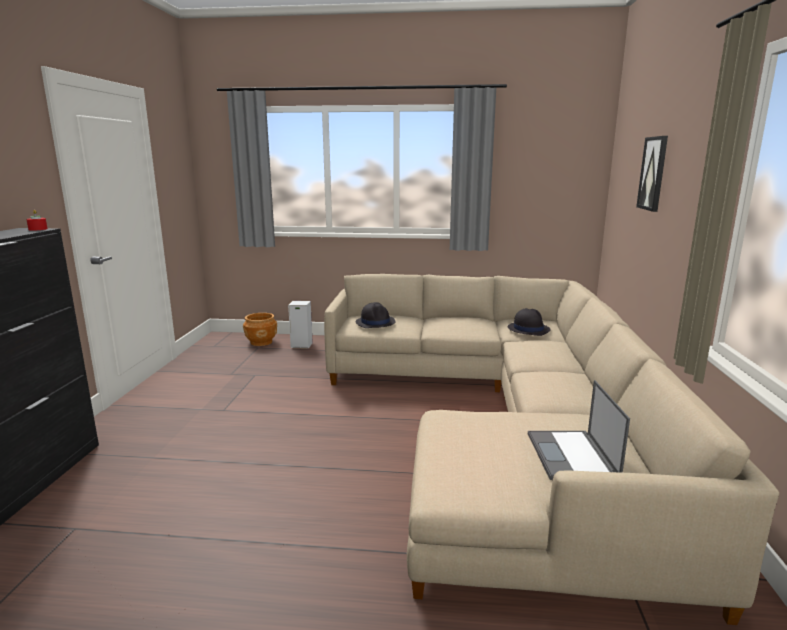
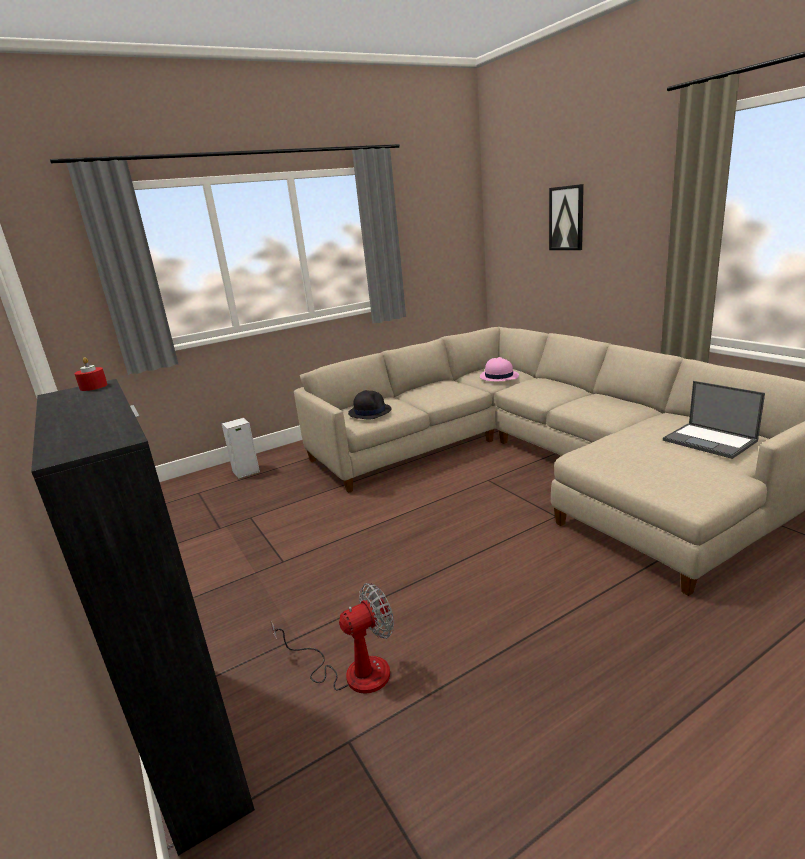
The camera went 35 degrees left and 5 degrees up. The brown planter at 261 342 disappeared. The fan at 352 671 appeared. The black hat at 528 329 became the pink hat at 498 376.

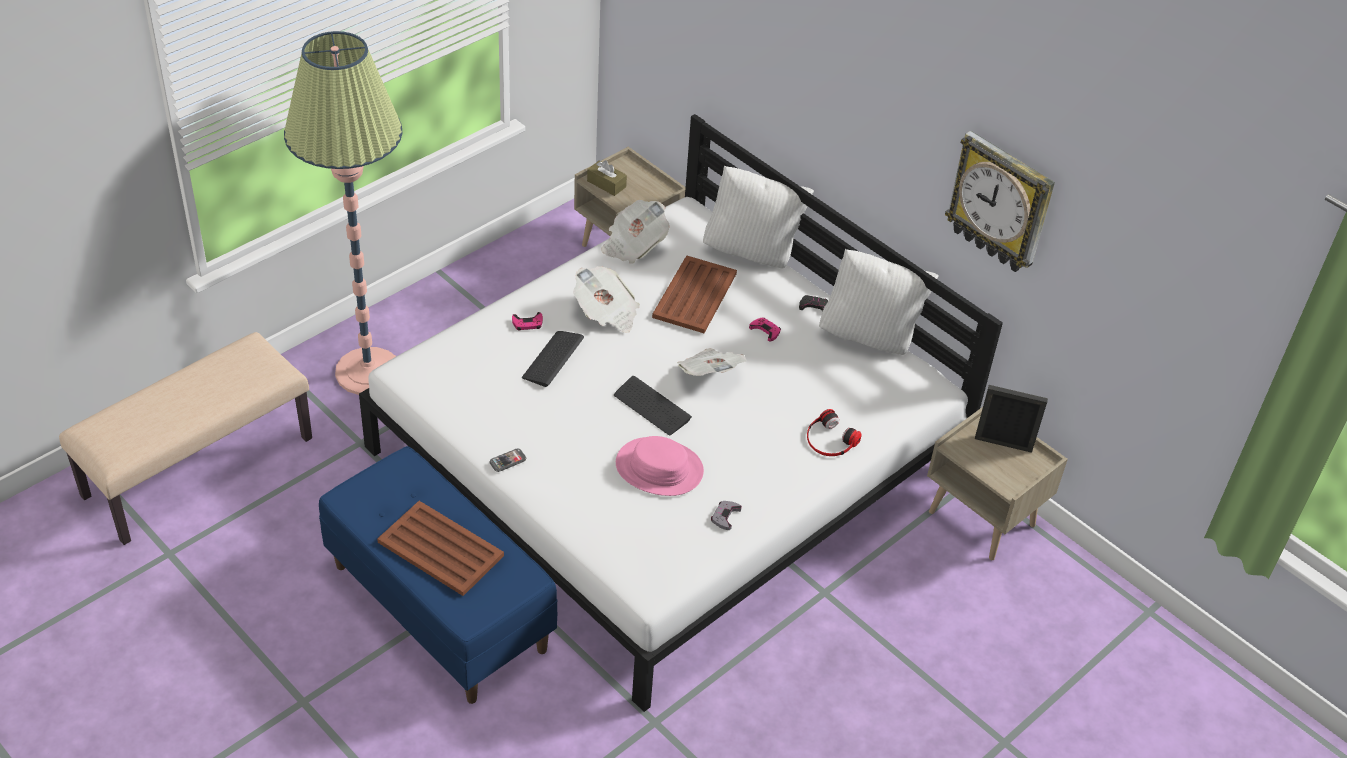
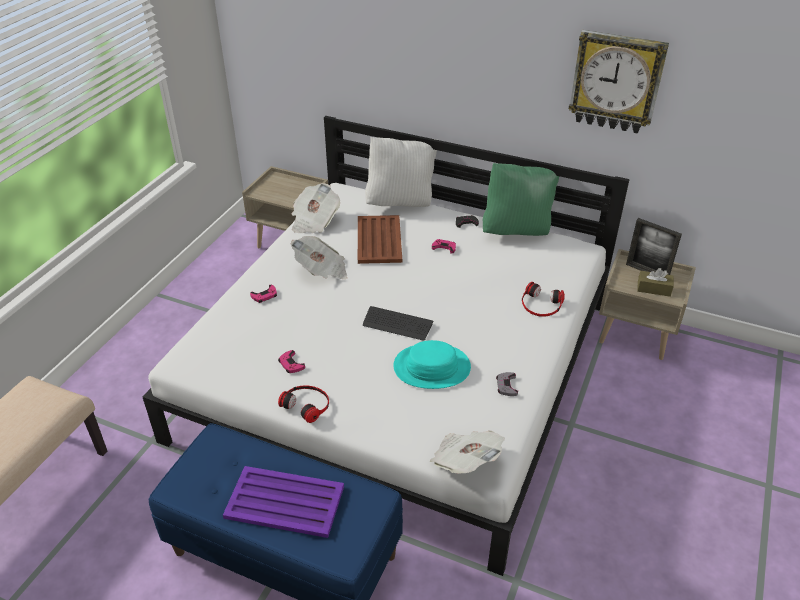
The camera went 20 degrees left and 5 degrees down. The floor lamp at 368 372 disappeared. The keyboard at 553 359 disappeared. The pink game controller at 291 364 appeared. The brown tissue box moved from 606 184 to 653 289. The newspaper moved from 710 374 to 465 461. The phone at 508 461 was replaced by the headphones at 307 404. The brown tray at 441 550 became the purple tray at 286 502. The pink hat at 659 468 became the turquoise hat at 432 367. The white pillow at 870 337 became the green pillow at 517 230. The picture frame at 1003 443 turned 135 degrees counterclockwise.

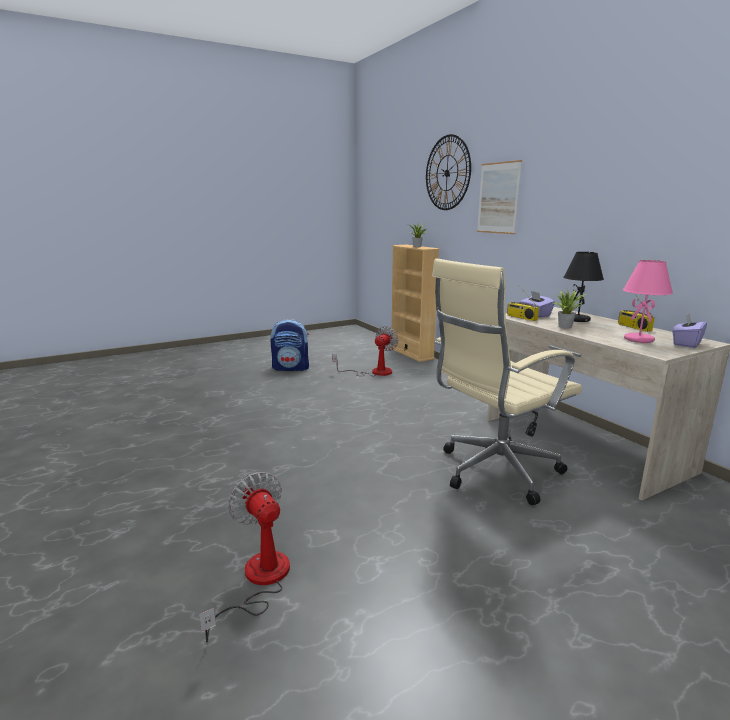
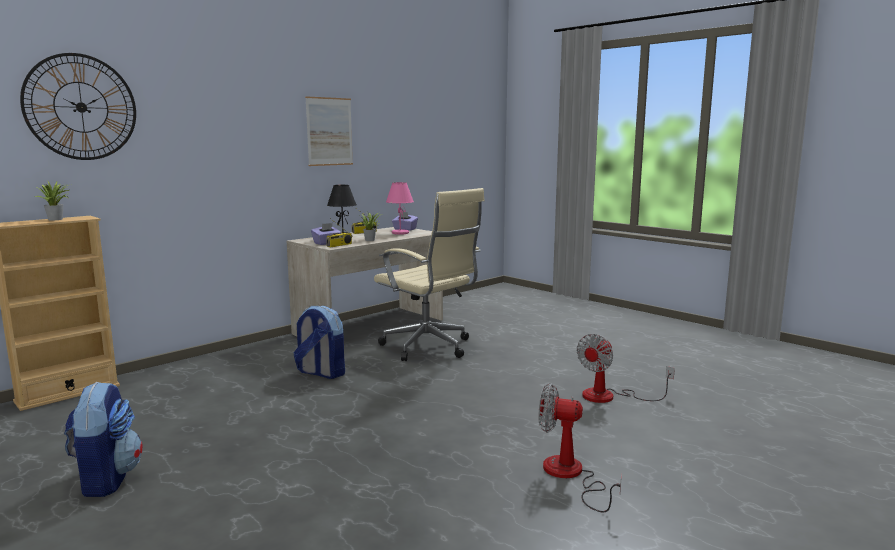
The camera went 105 degrees left and 5 degrees down. The backpack at 321 373 appeared. The fan moved from 374 372 to 570 475. The picture moved from 498 198 to 329 131.

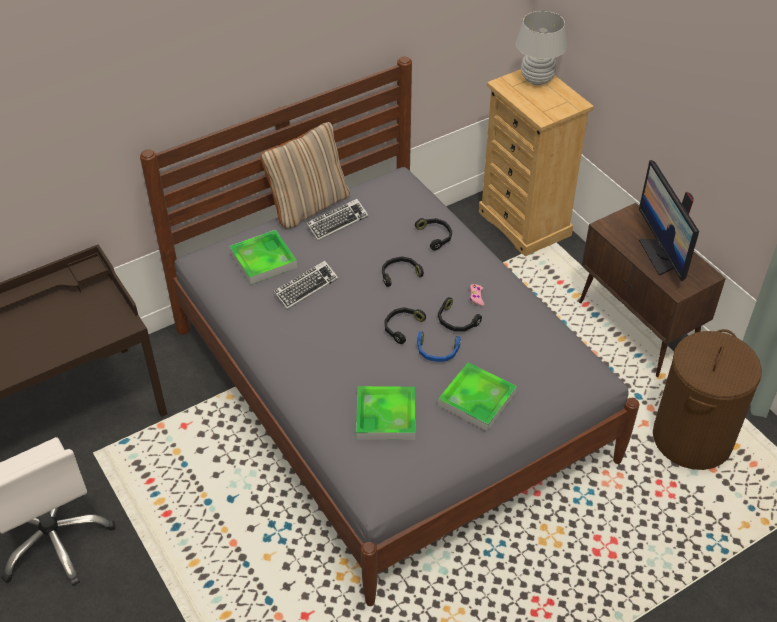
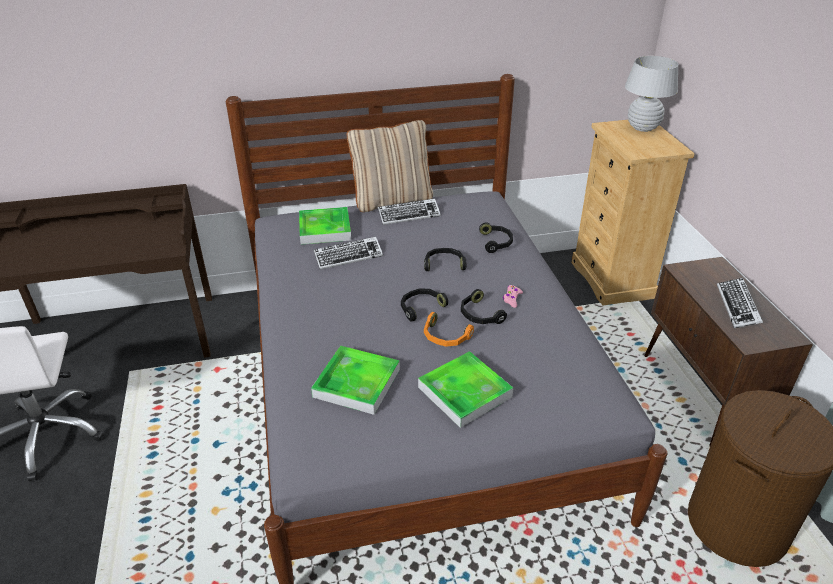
The camera went 20 degrees right and 10 degrees down. The monitor at 661 255 was replaced by the keyboard at 737 306. The blue headphones at 437 352 became the orange headphones at 445 337.

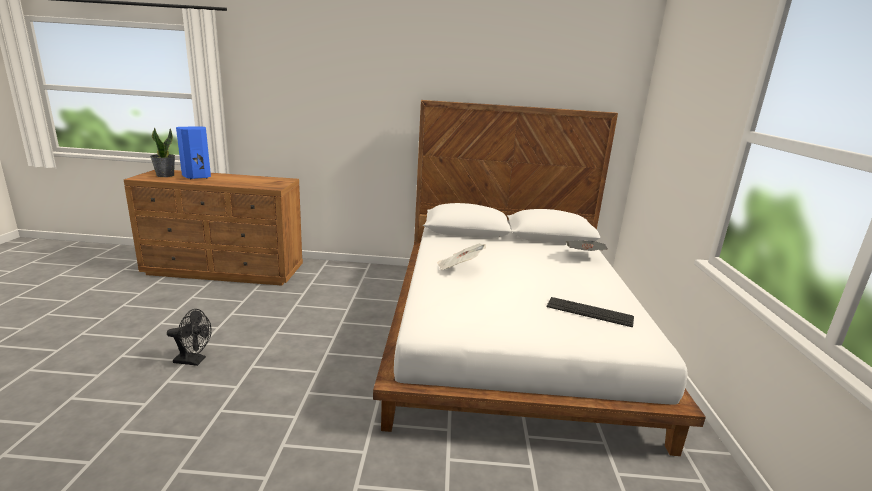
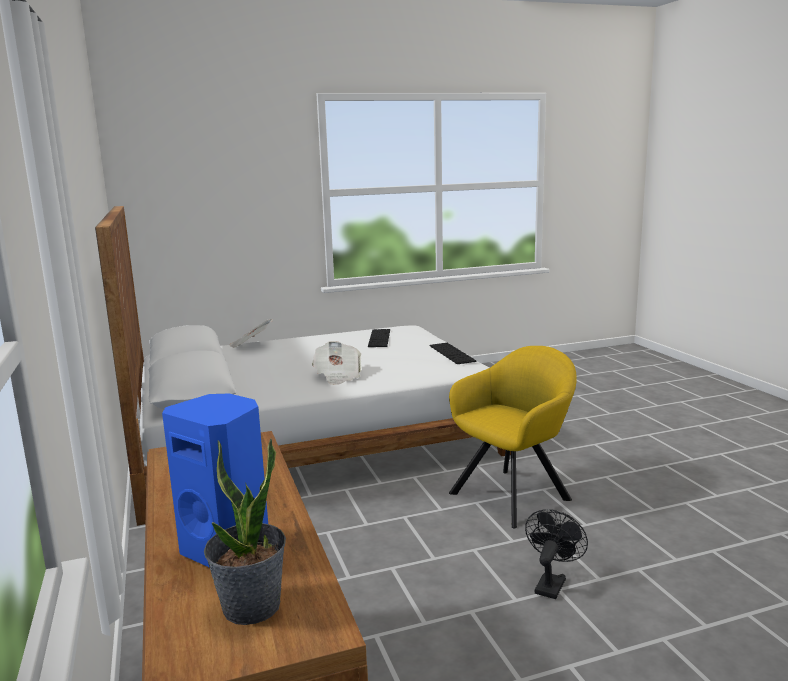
The camera went 110 degrees left and 5 degrees down. The keyboard at 451 353 appeared. The yellow armchair at 514 494 appeared. The black fan at 194 361 turned 45 degrees clockwise.

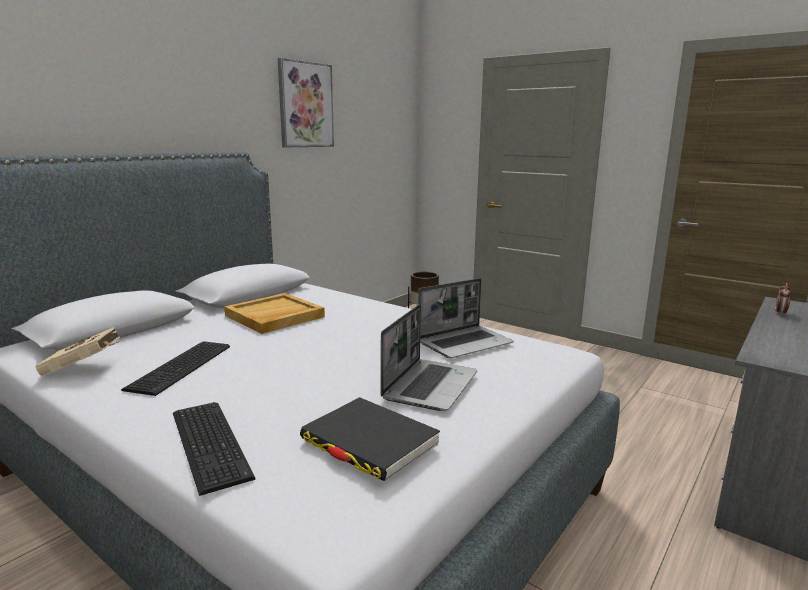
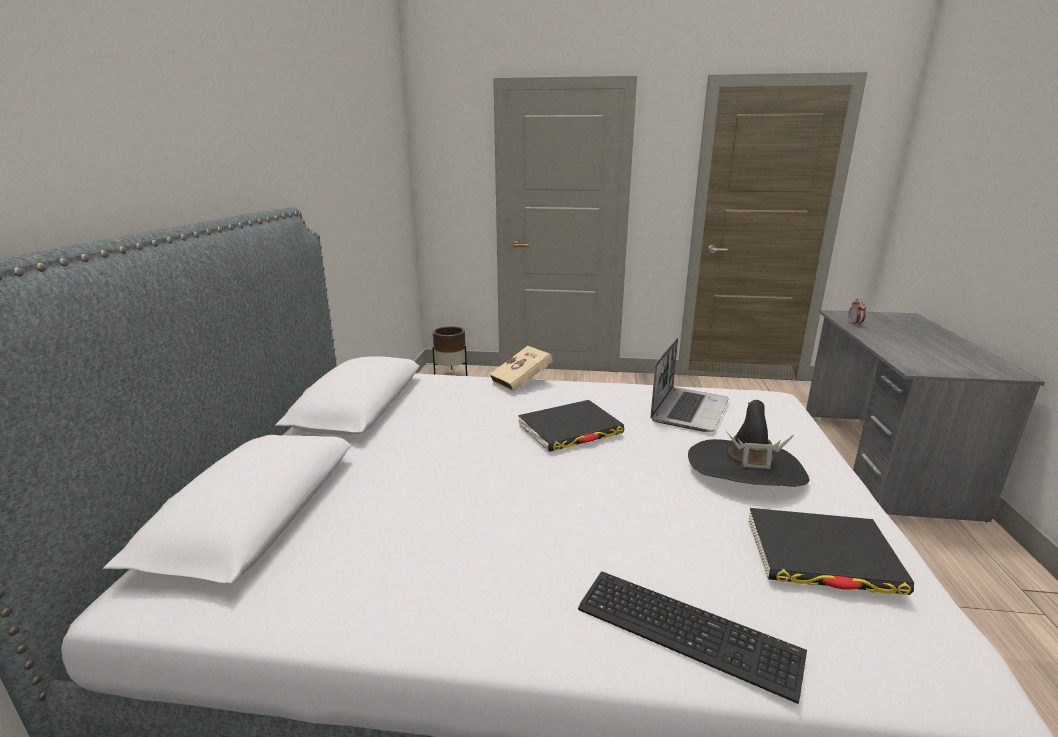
The camera went 30 degrees left and 5 degrees up. The keyboard at 183 366 disappeared. The beige tray at 274 316 disappeared. The picture at 305 105 disappeared. The black book at 570 430 appeared. The beige book moved from 85 368 to 524 382. The laptop at 430 385 was replaced by the black hat at 746 469.

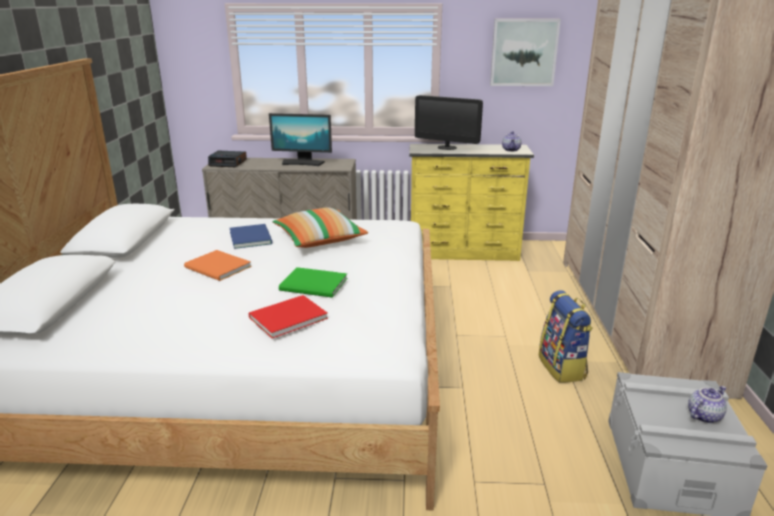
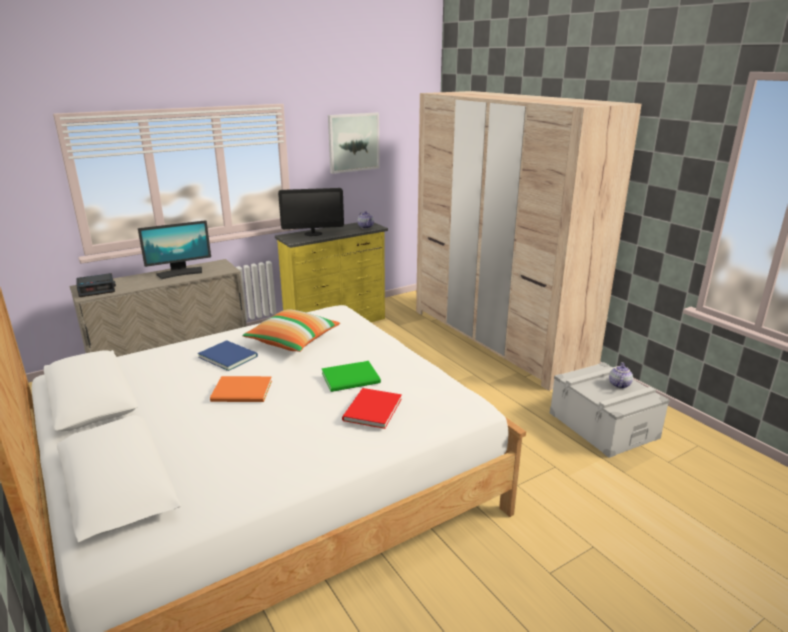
The camera went 35 degrees left and 0 degrees up. The backpack at 562 367 disappeared.

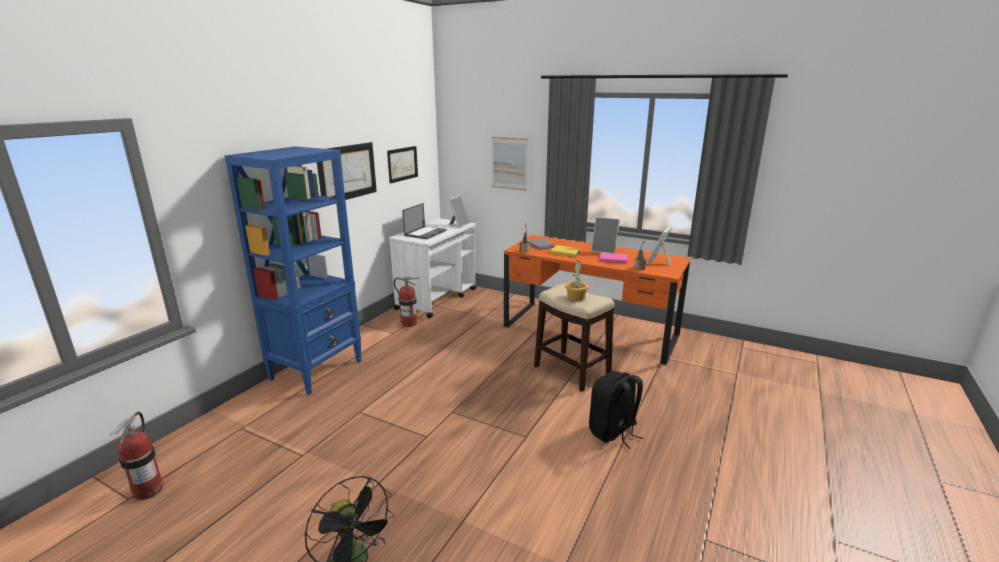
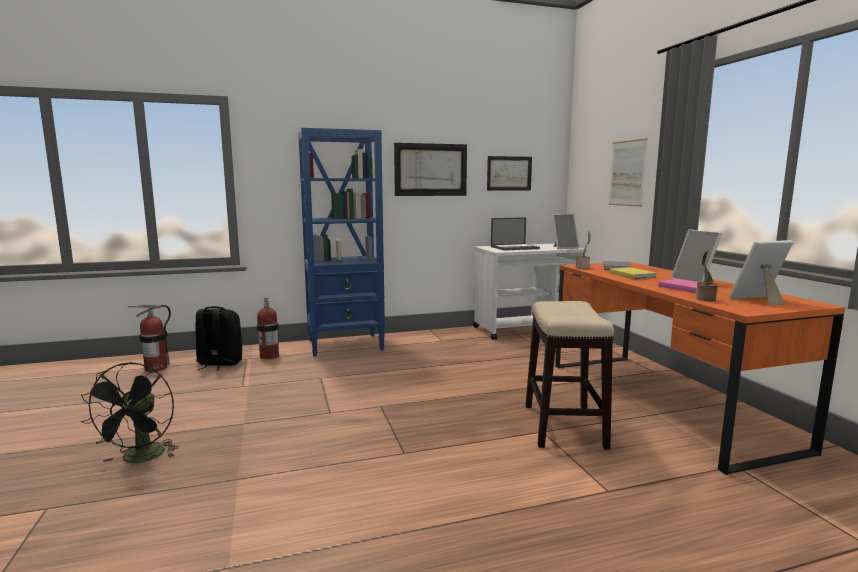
The camera went 45 degrees right and 10 degrees down. The potted plant at 576 297 disappeared. The fire extinguisher moved from 409 323 to 269 356. The black backpack moved from 613 432 to 219 364.

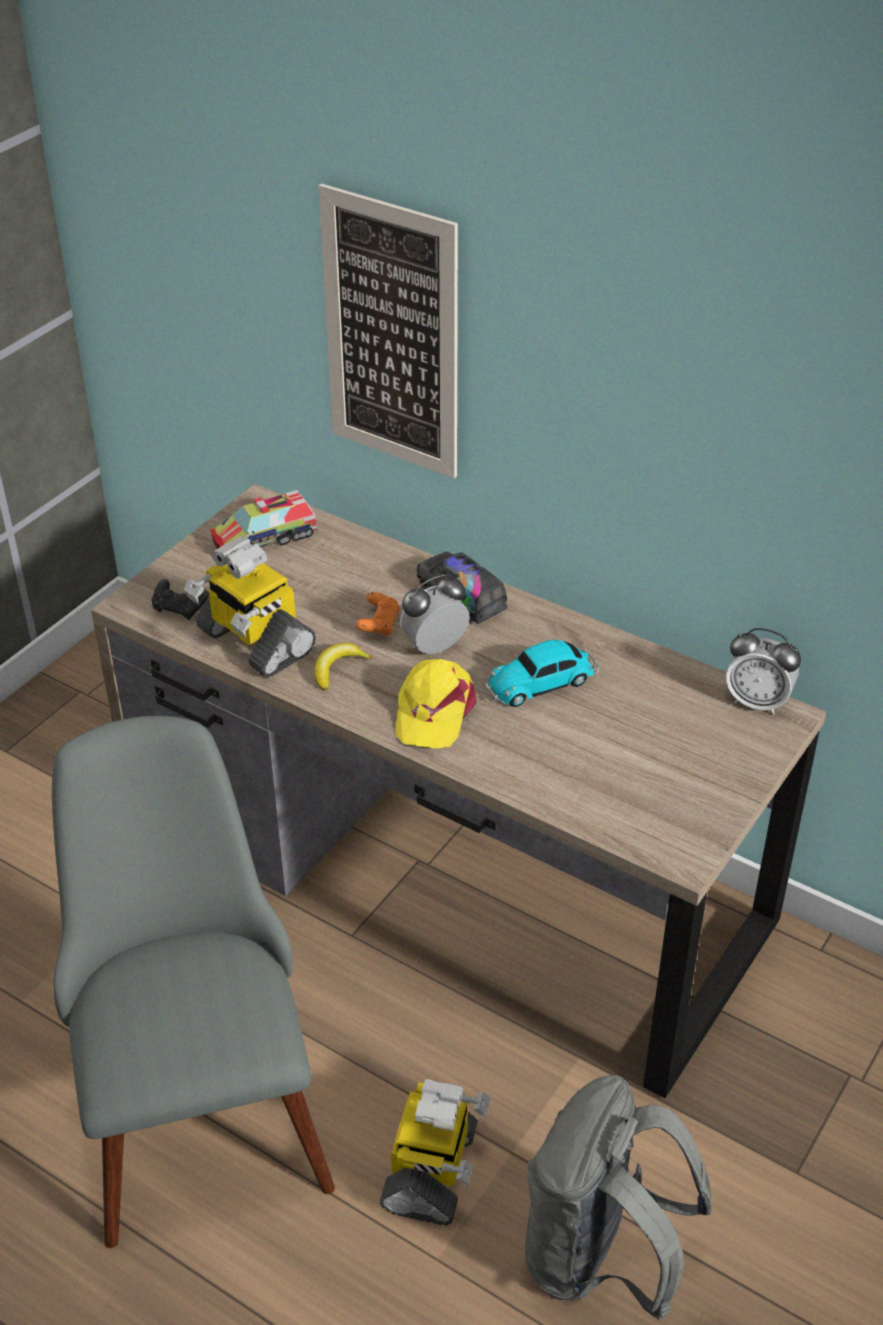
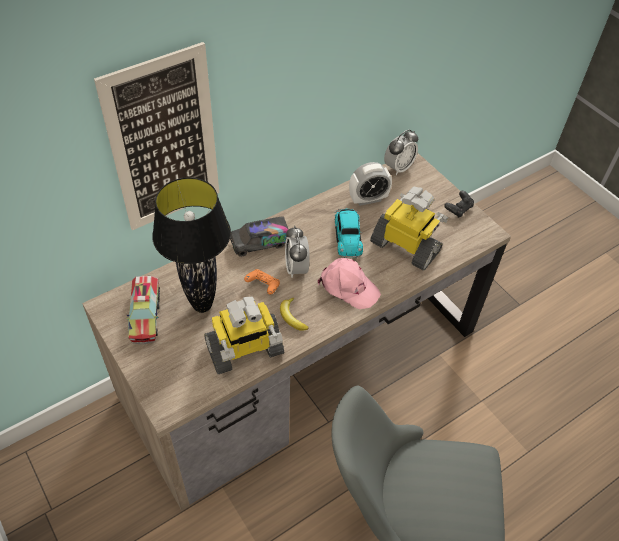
The camera went 70 degrees left and 10 degrees up. The grey backpack at 601 1258 disappeared. The black table lamp at 202 306 appeared. The alarm clock at 368 199 appeared. The black game controller moved from 180 609 to 458 209. The toy robot moved from 432 1170 to 406 247. The yellow cap at 433 711 became the pink cap at 348 286.

